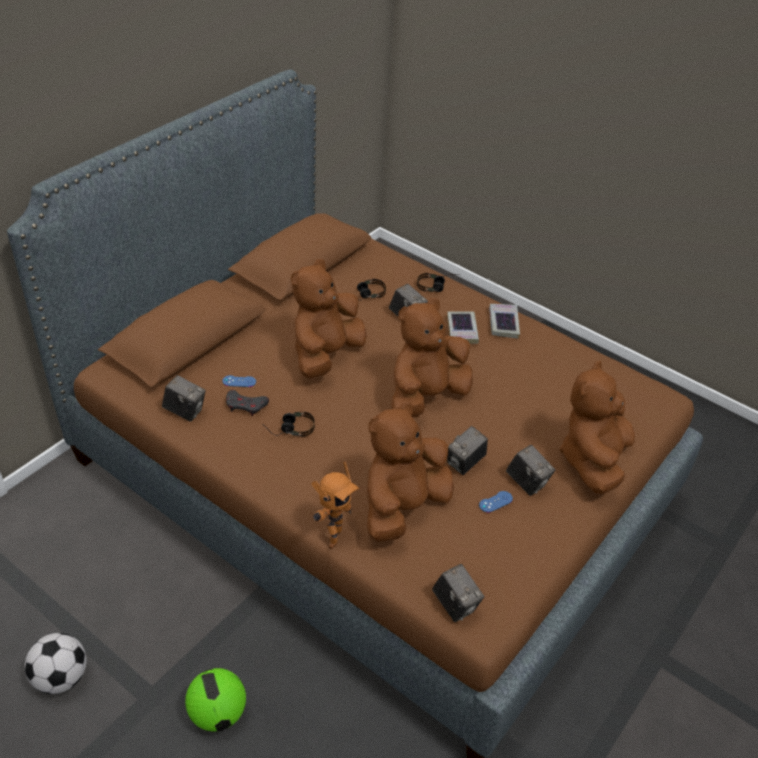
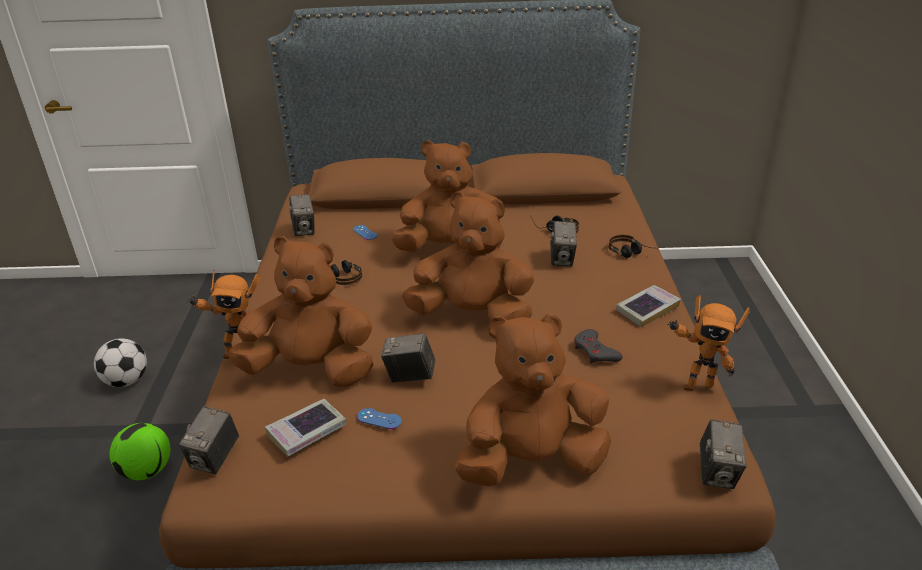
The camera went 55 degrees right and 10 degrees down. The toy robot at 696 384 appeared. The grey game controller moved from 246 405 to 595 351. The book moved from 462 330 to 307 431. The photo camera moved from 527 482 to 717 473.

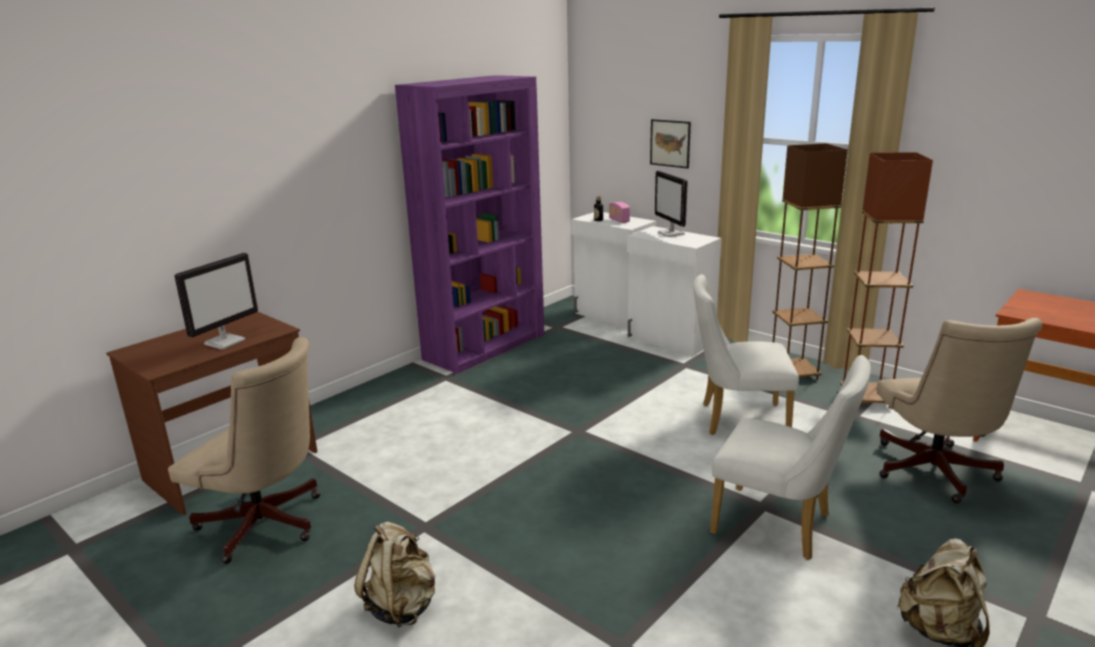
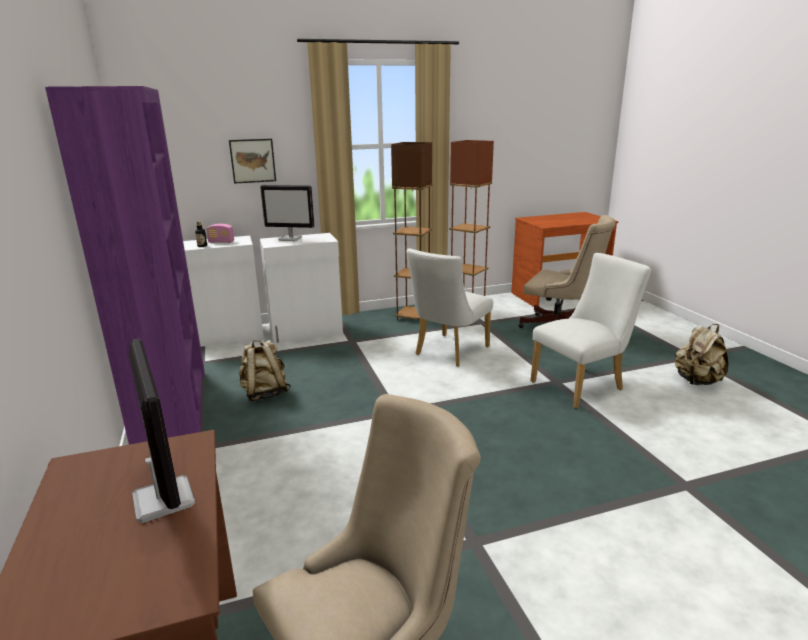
The camera went 60 degrees left and 0 degrees up. The beige backpack moved from 402 606 to 265 394.

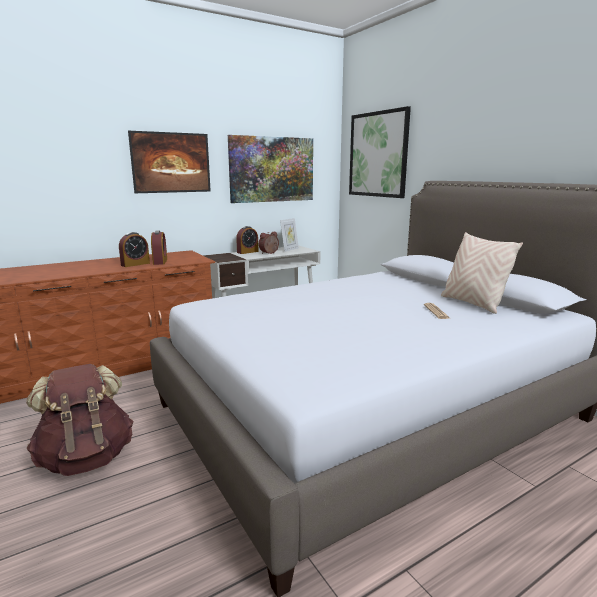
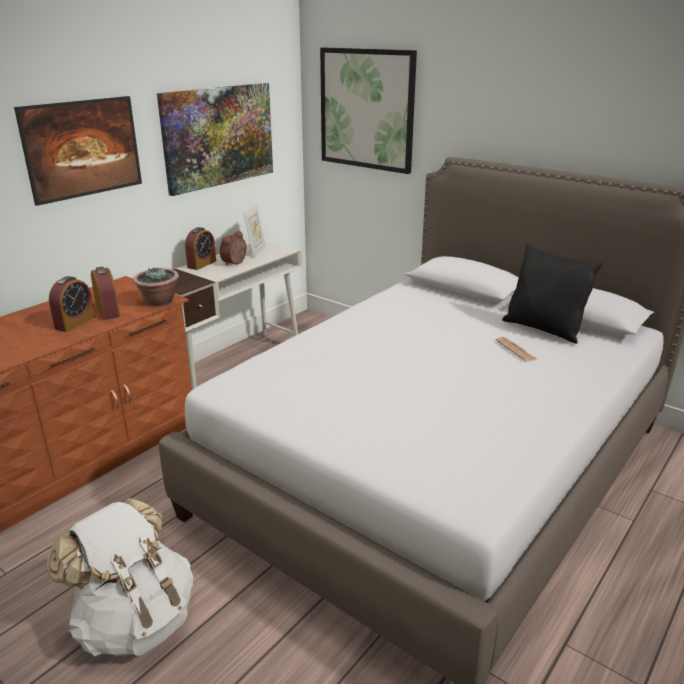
The camera went 20 degrees left and 10 degrees up. The potted plant at 159 302 appeared. The brown backpack at 86 458 became the white backpack at 135 621. The beige pillow at 473 304 became the black pillow at 543 329.

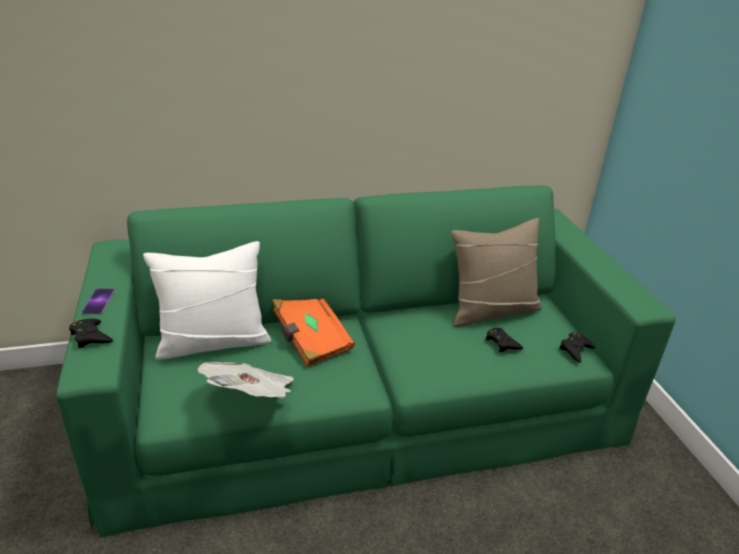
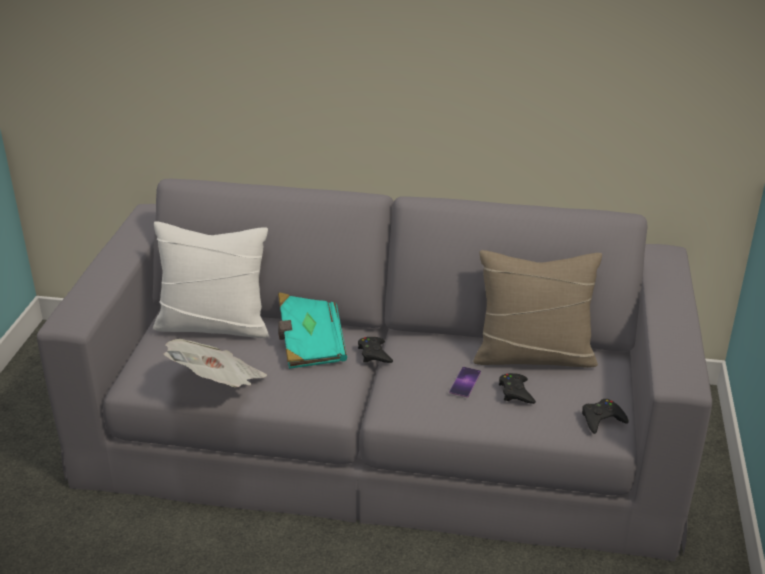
The camera went 25 degrees right and 0 degrees up. The black game controller moved from 90 337 to 374 354. The phone moved from 98 301 to 465 382. The green sofa at 362 400 became the grey sofa at 383 432. The orange book at 310 339 became the turquoise book at 310 343.

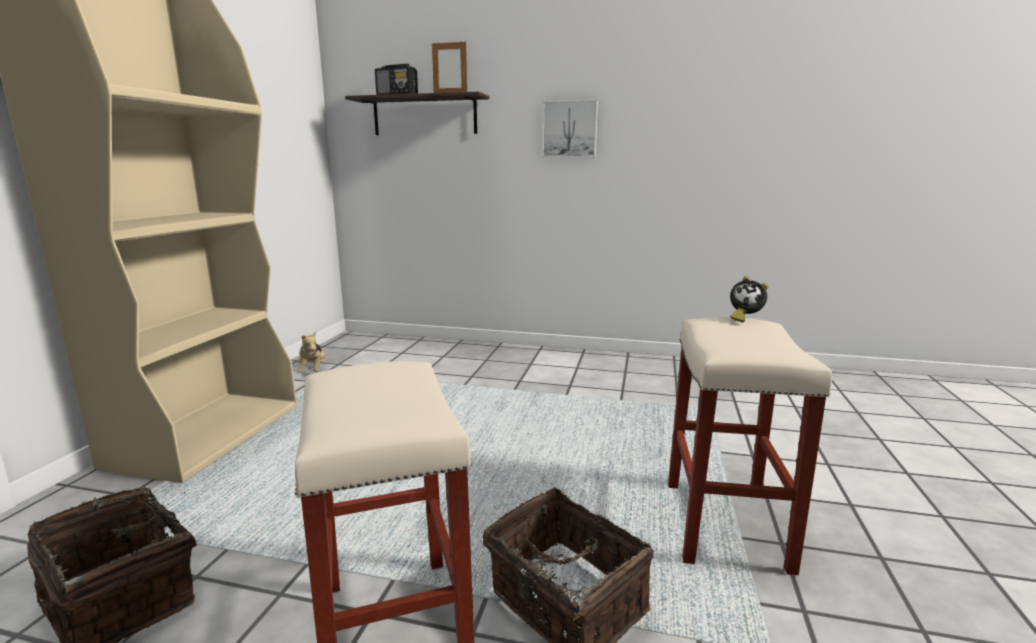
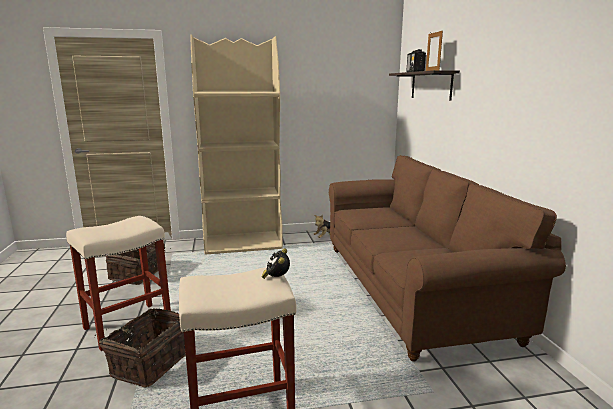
The camera went 65 degrees right and 0 degrees up. The picture at 570 129 disappeared. The brown sofa at 409 289 appeared.

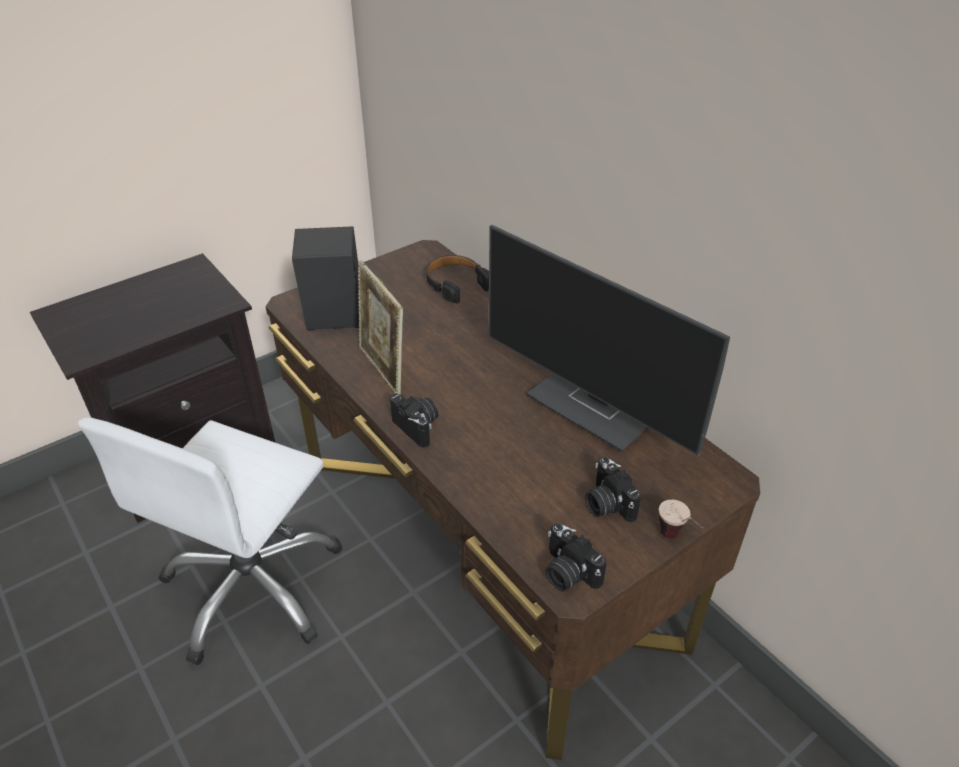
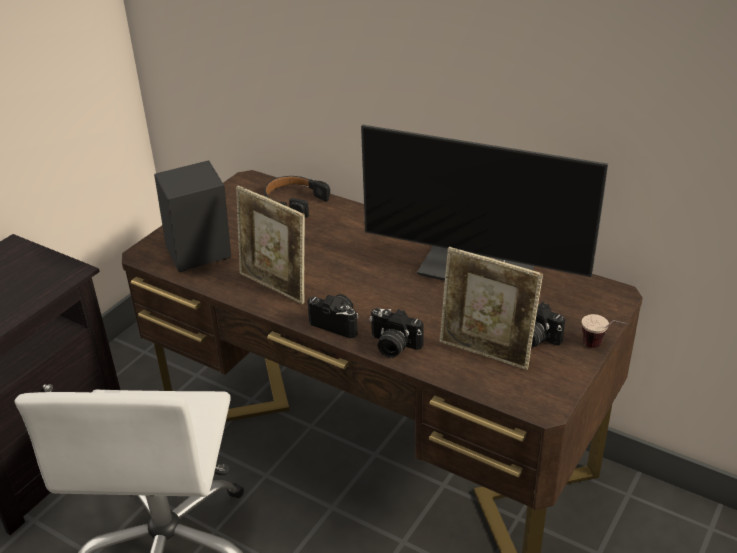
The camera went 20 degrees left and 5 degrees down. The picture frame at 485 353 appeared. The photo camera moved from 567 573 to 393 346.

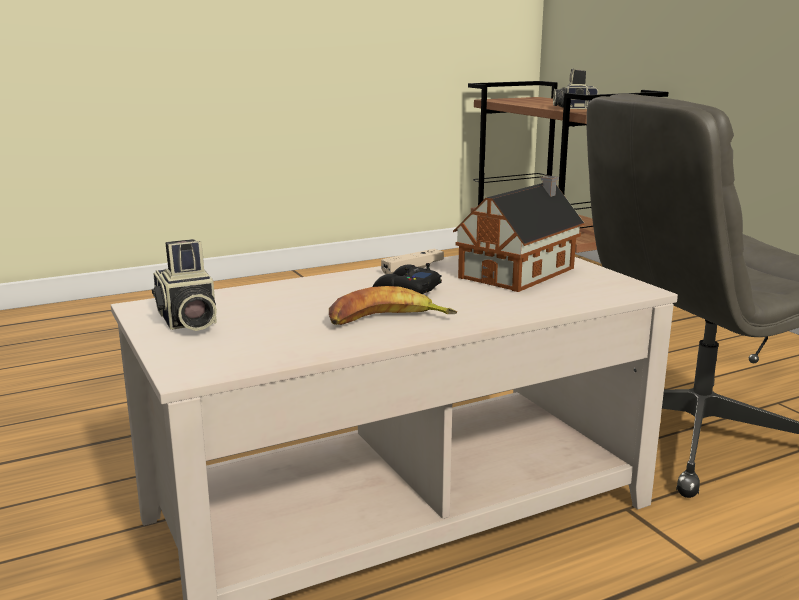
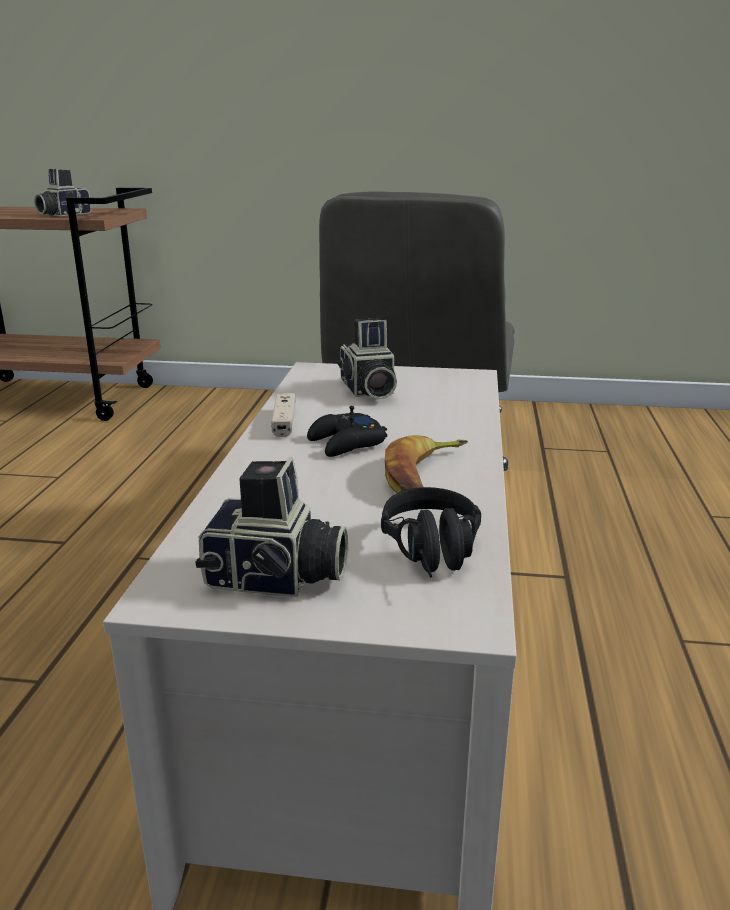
The camera went 55 degrees left and 5 degrees up. The black headphones at 435 556 appeared. The toy house at 521 272 was replaced by the photo camera at 367 391.

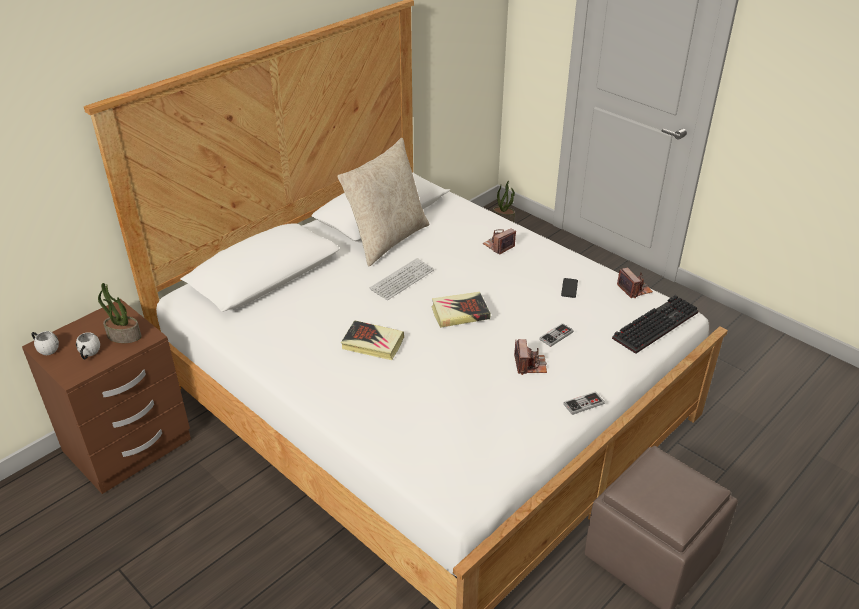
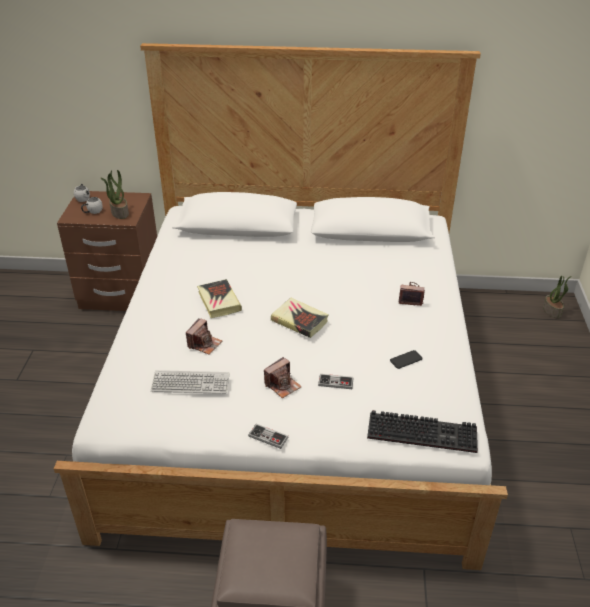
The camera went 50 degrees right and 0 degrees up. The beige pillow at 387 239 disappeared. The keyboard moved from 402 280 to 190 383. The photo camera moved from 634 289 to 204 344.

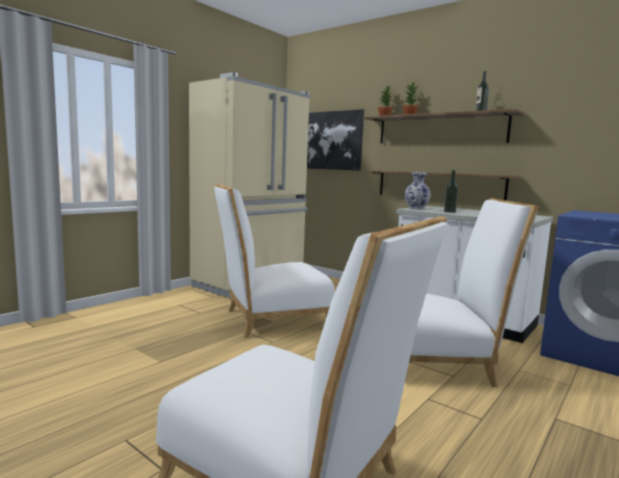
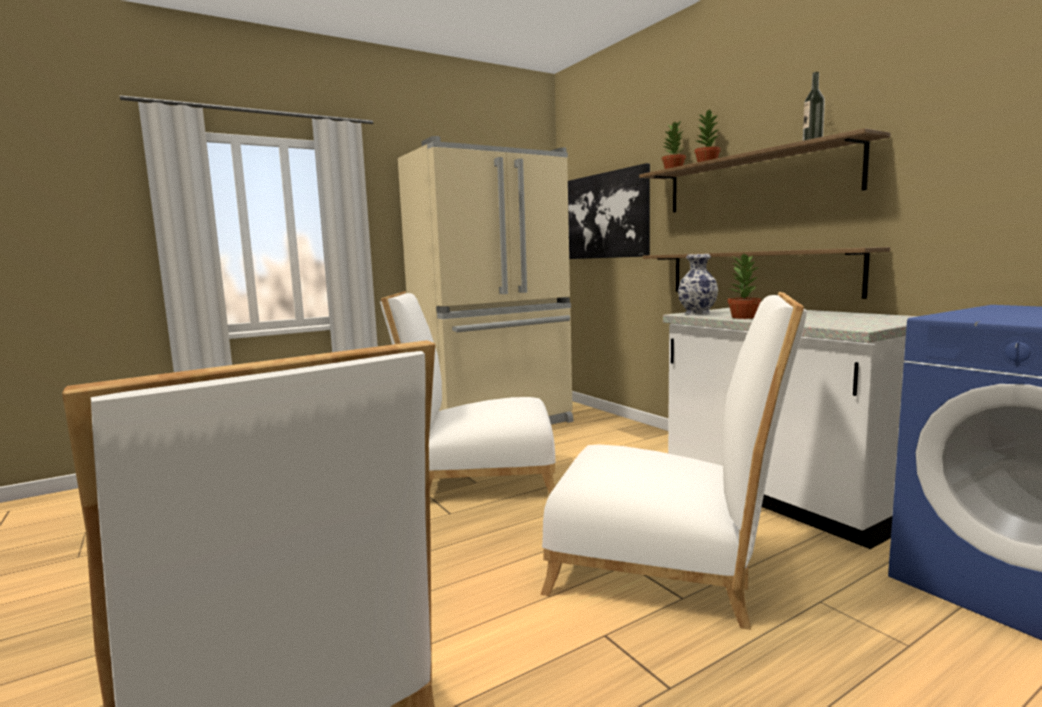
The camera went 20 degrees right and 0 degrees up. The bottle at 449 212 was replaced by the potted plant at 742 317.

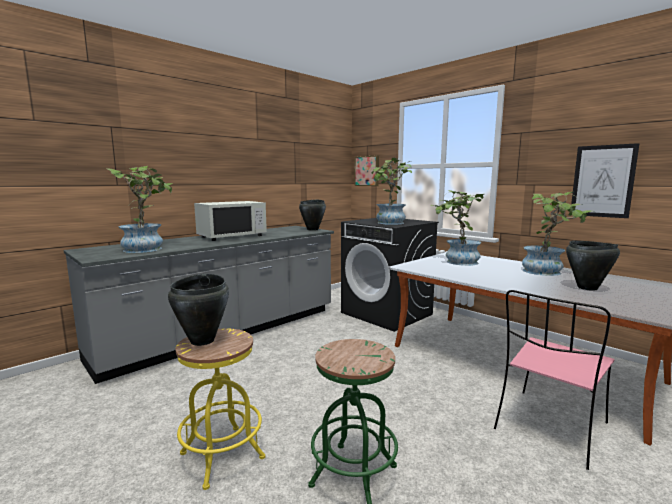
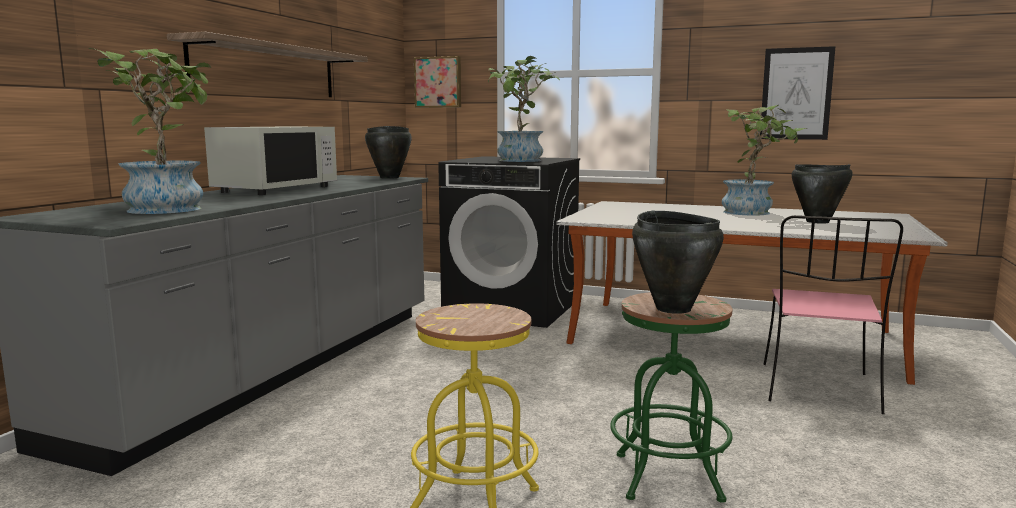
The camera went 25 degrees left and 0 degrees up. The potted plant at 457 262 disappeared. The shelf at 267 71 appeared. The black cooking pot moved from 203 340 to 673 308.

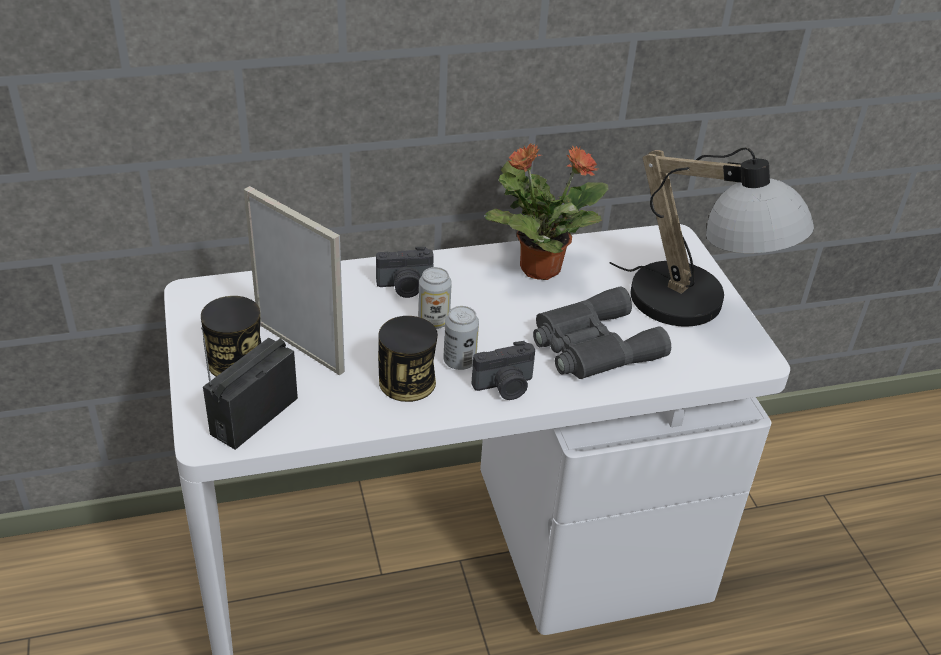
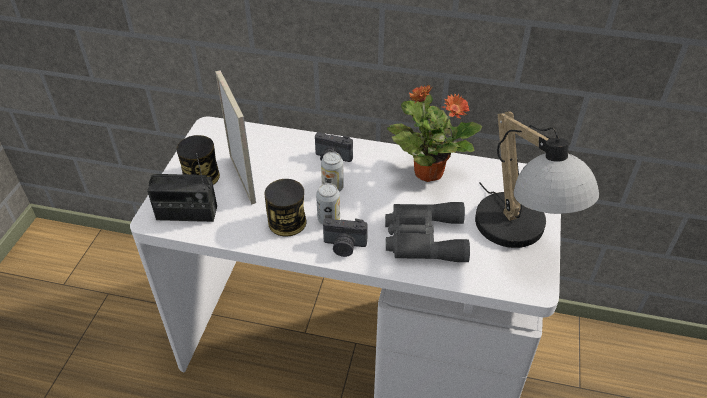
The camera went 30 degrees right and 5 degrees up. The radio at 254 416 turned 150 degrees counterclockwise.

